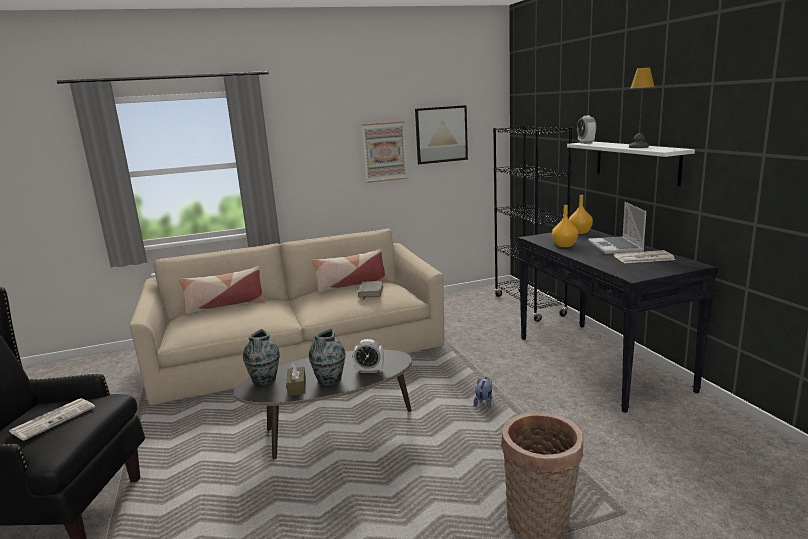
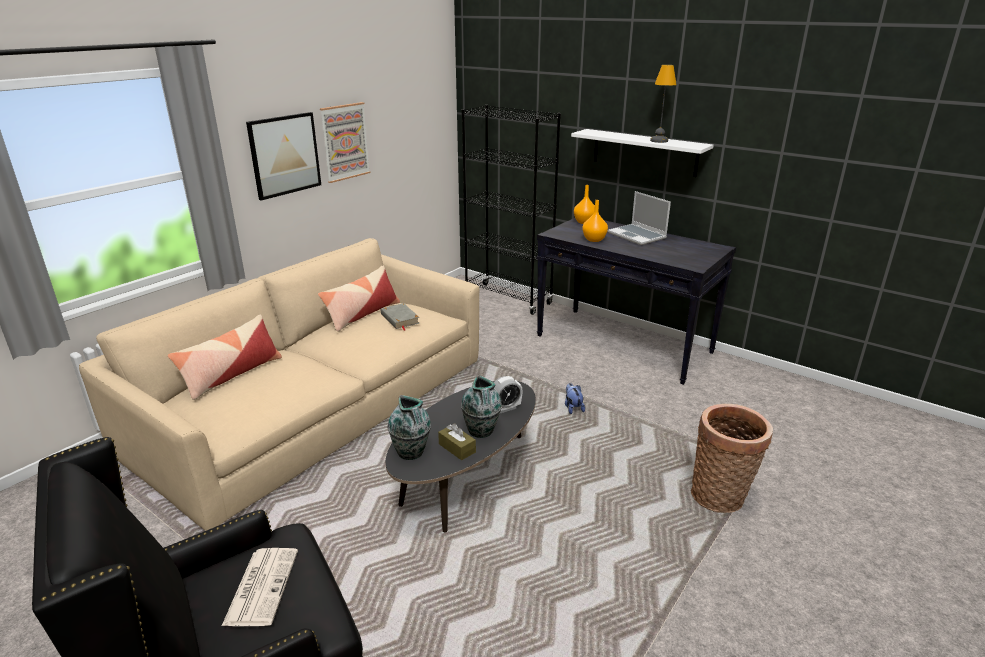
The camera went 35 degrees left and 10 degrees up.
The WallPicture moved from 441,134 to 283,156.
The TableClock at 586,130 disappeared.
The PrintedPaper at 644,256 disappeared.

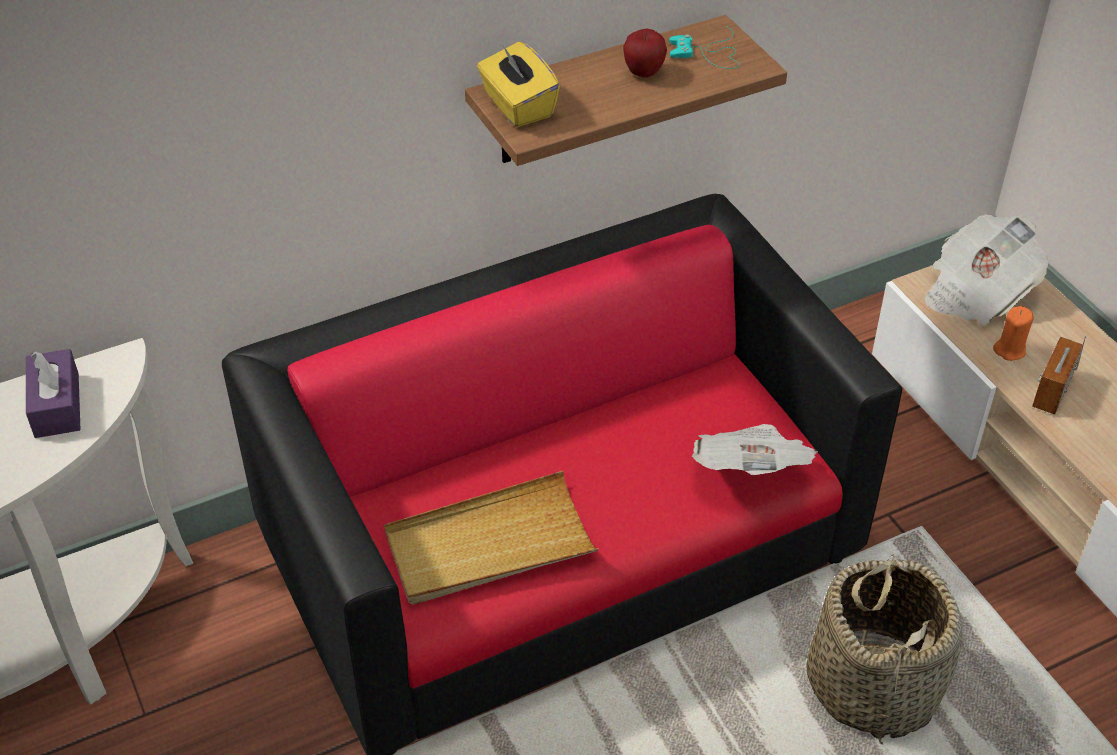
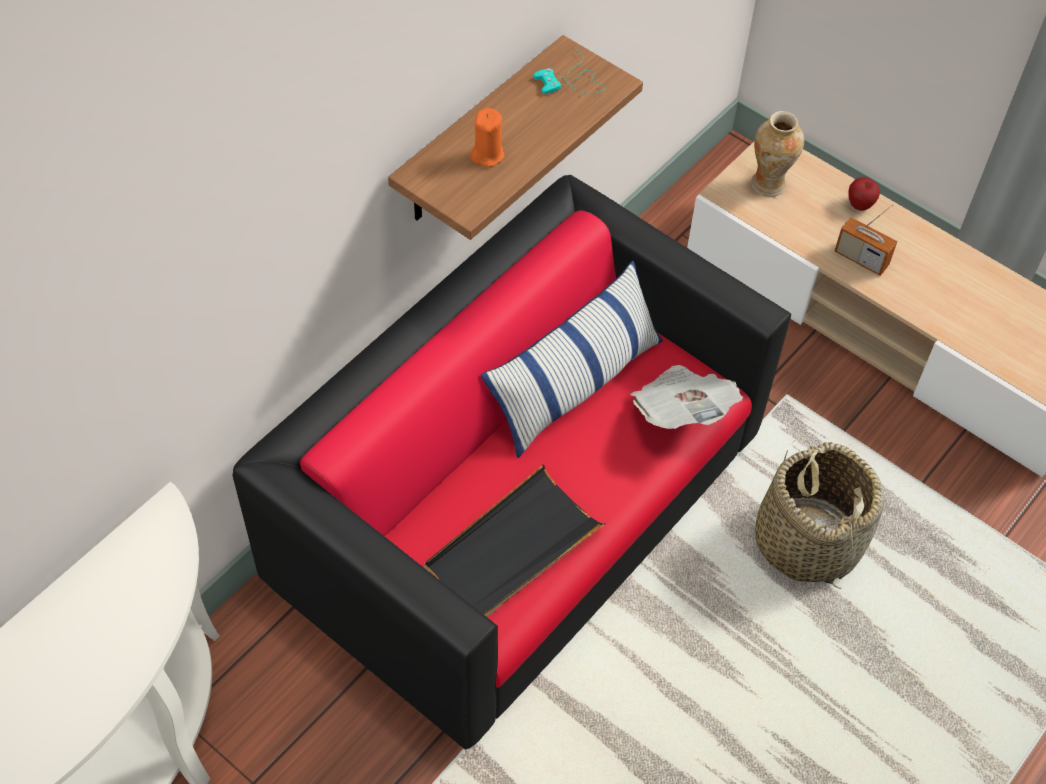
The camera went 25 degrees left and 10 degrees up.
The AppleFruit moved from 645,53 to 864,194.
The YellowishBoxOfTissues at 518,84 disappeared.
The PrintedPaper at 986,269 was replaced by the Vase at 777,154.
The OrangeWaxCandle moved from 1013,333 to 487,138.
The RadioSet at 1059,375 turned 60 degrees counterclockwise.
The PurpleBoxOfTissues at 53,393 disappeared.
The BeigeColouredCarryingTray at 491,537 became the BlackColouredCarryingTray at 515,540.
The Pillow at 572,359 appeared.

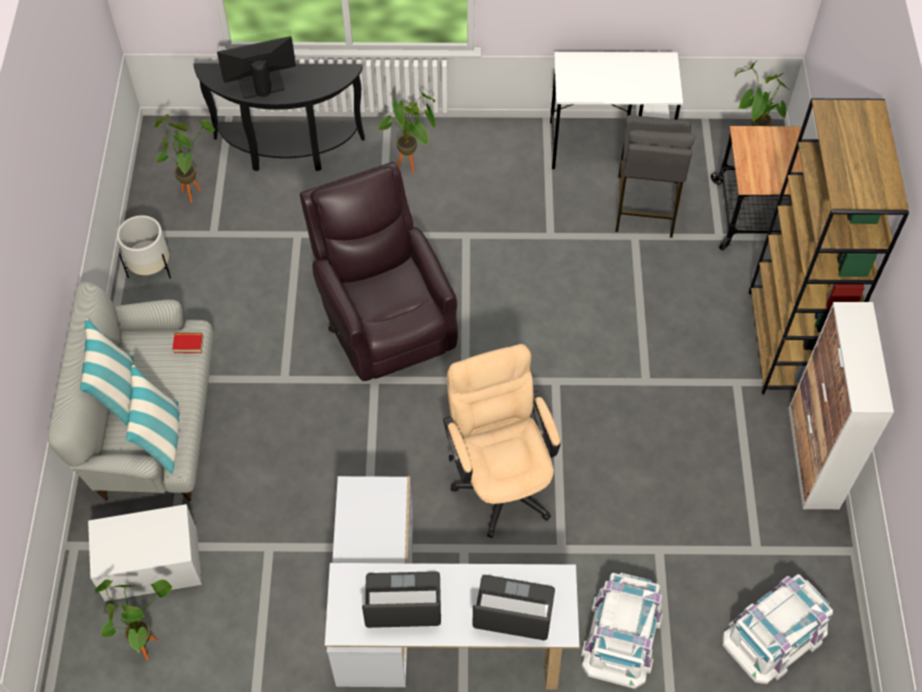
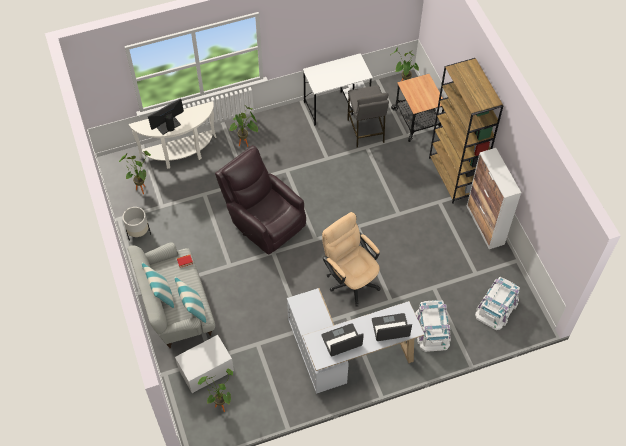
The camera went 20 degrees left and 0 degrees up.
The BlackColouredNarrowTable at 279,117 became the WhitishNarrowTable at 173,135.

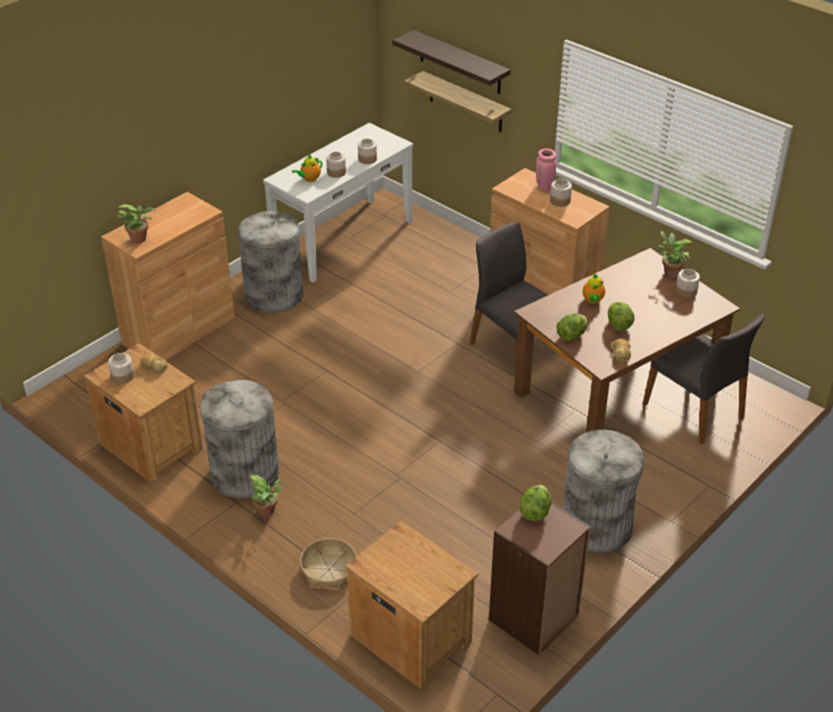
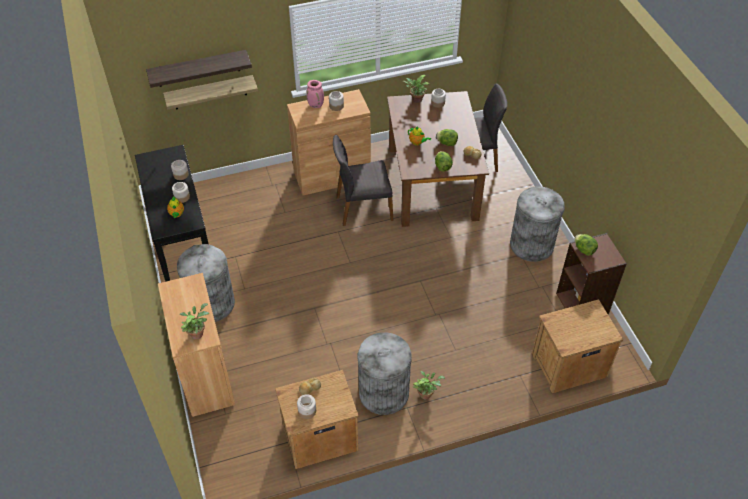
The camera went 60 degrees left and 10 degrees up.
The WhitishNarrowTable at 338,202 became the BlackColouredNarrowTable at 171,213.
The HouseholdBasket at 328,563 disappeared.

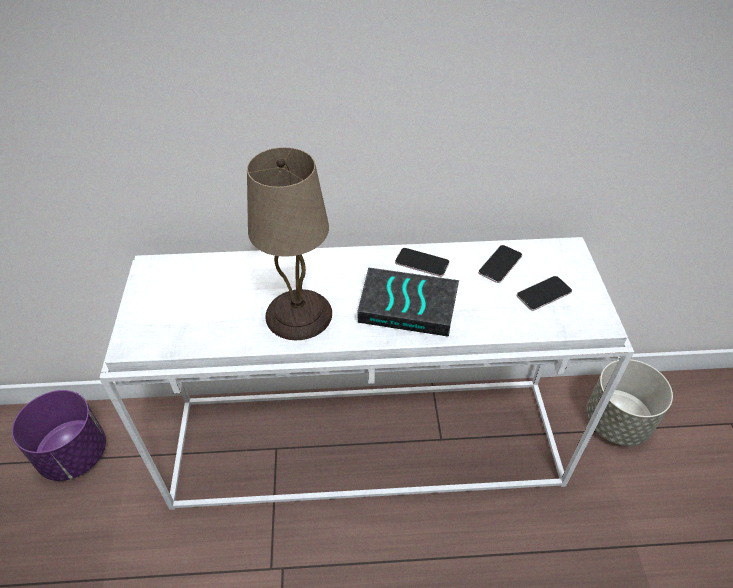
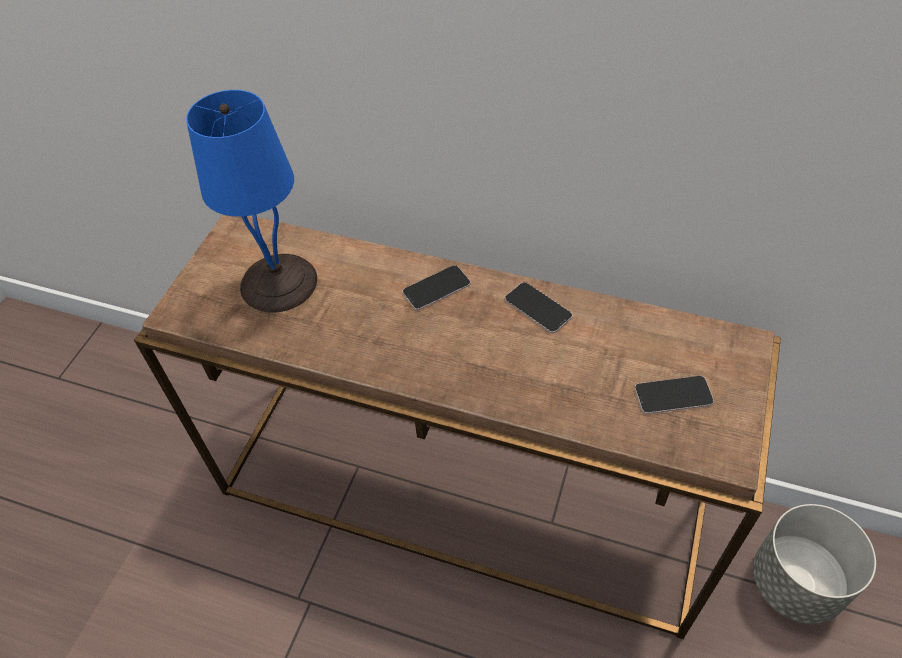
The camera went 25 degrees right and 5 degrees up.
The BeigeColouredTabletopLamp at 289,243 disappeared.
The WhitishNarrowTable at 366,373 became the BrownColouredNarrowTable at 457,427.
The Phone moved from 500,264 to 436,287.
The BoundBook at 408,302 disappeared.
The PurpleFlowerPot at 59,435 disappeared.
The BlueTabletopLamp at 251,201 appeared.

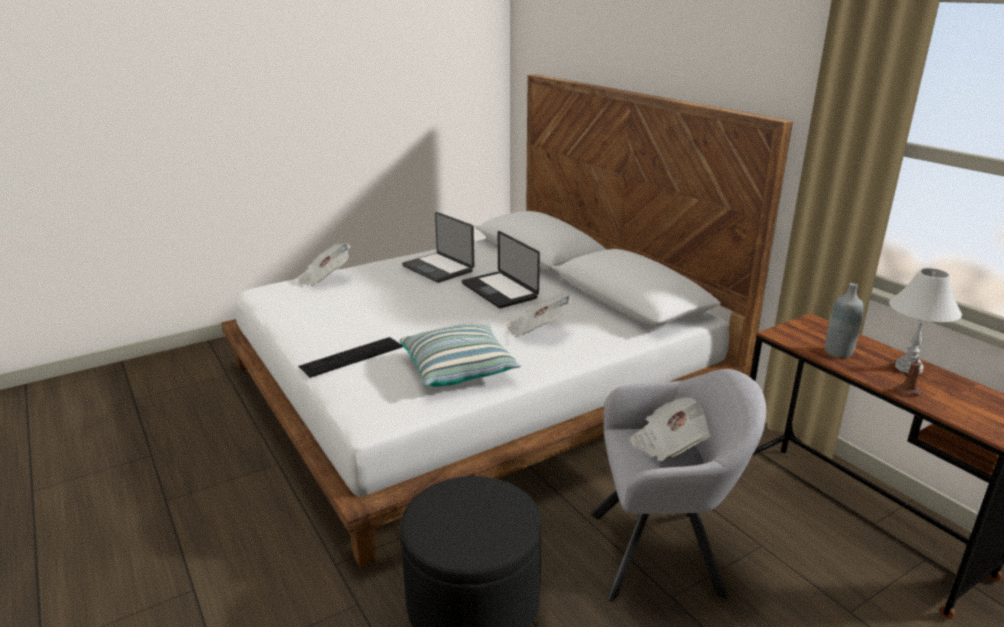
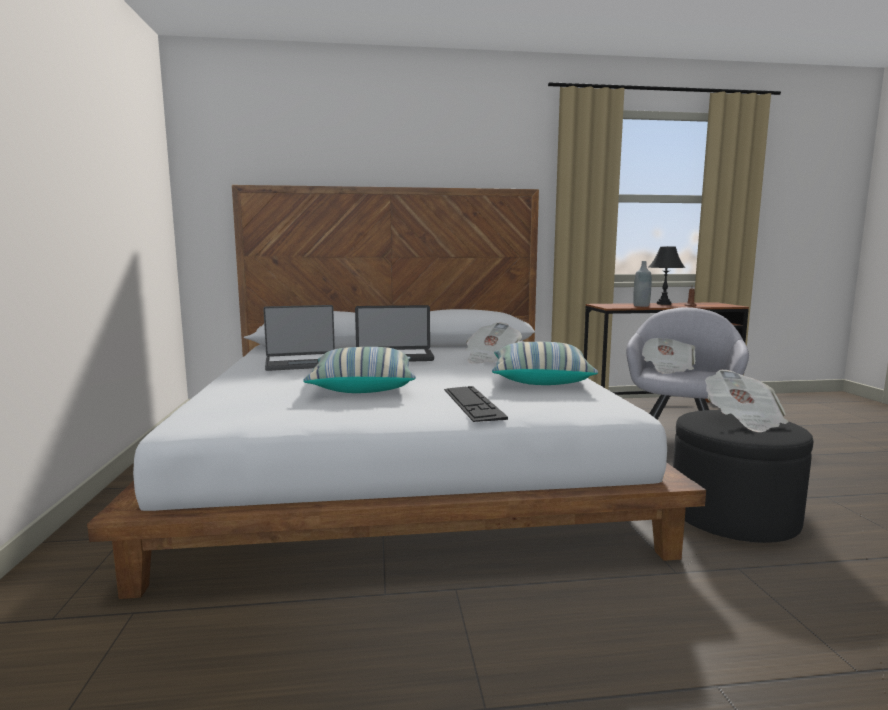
The camera went 65 degrees left and 15 degrees down.
The PrintedPaper moved from 323,264 to 746,401.
The WhitishTabletopLamp at 925,321 became the BlackColouredTabletopLamp at 667,275.
The Pillow at 359,370 appeared.

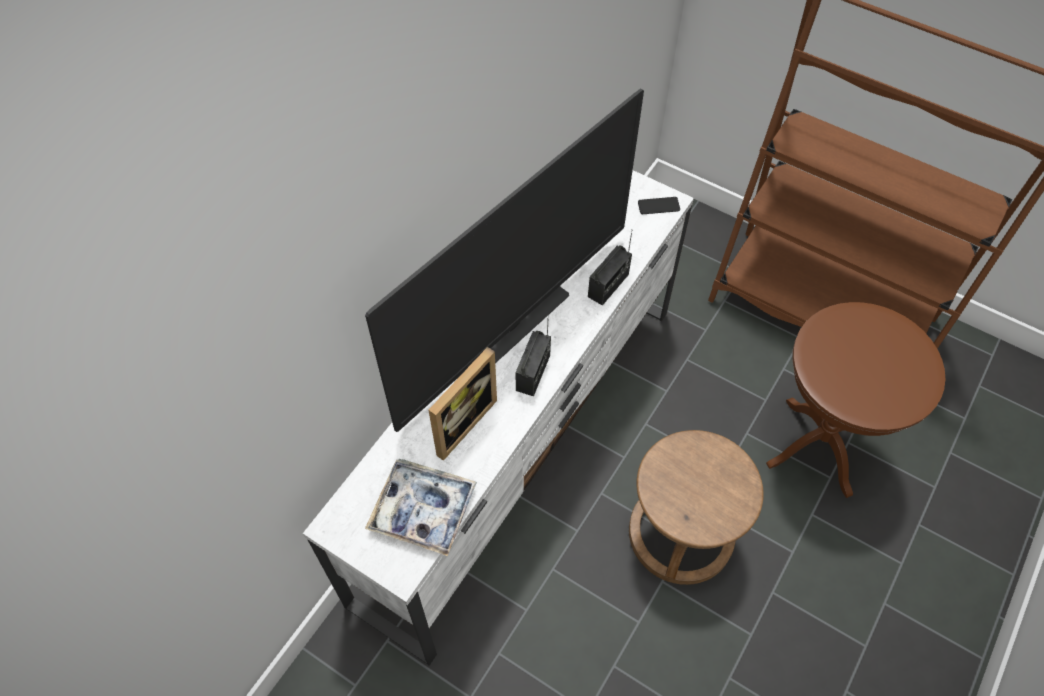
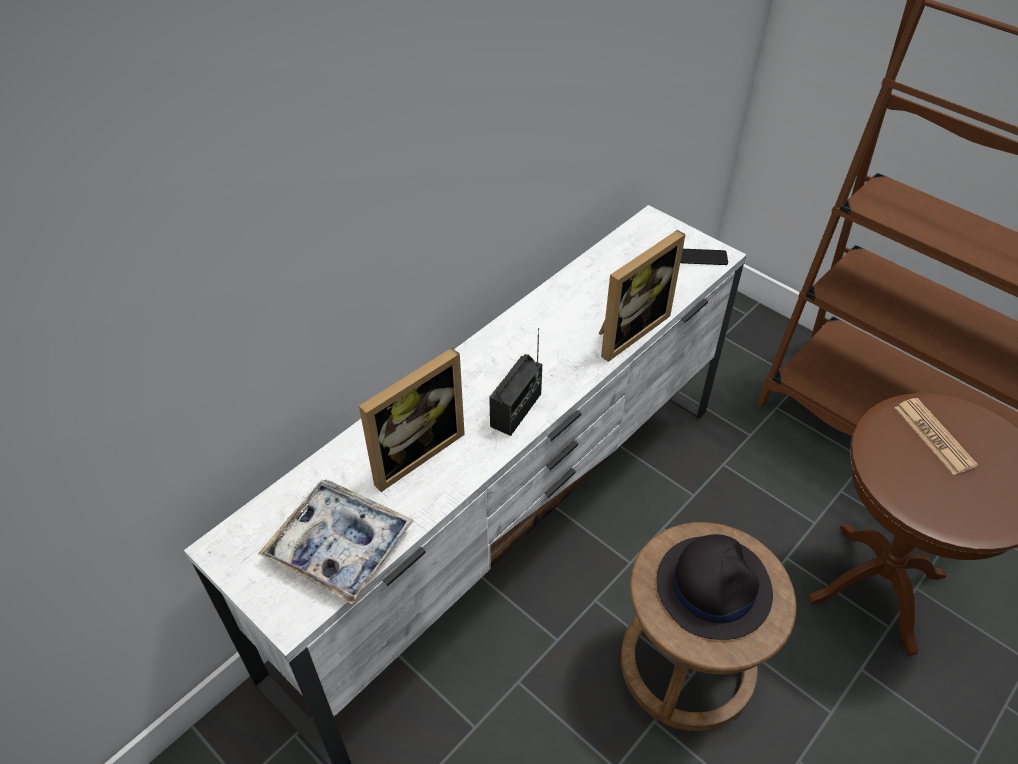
The camera went 10 degrees right and 10 degrees down.
The Television at 504,260 disappeared.
The RadioSet at 610,267 was replaced by the PhotoFrame at 642,296.
The PrintedPaper at 936,436 appeared.
The BlackColouredClothingHat at 714,587 appeared.

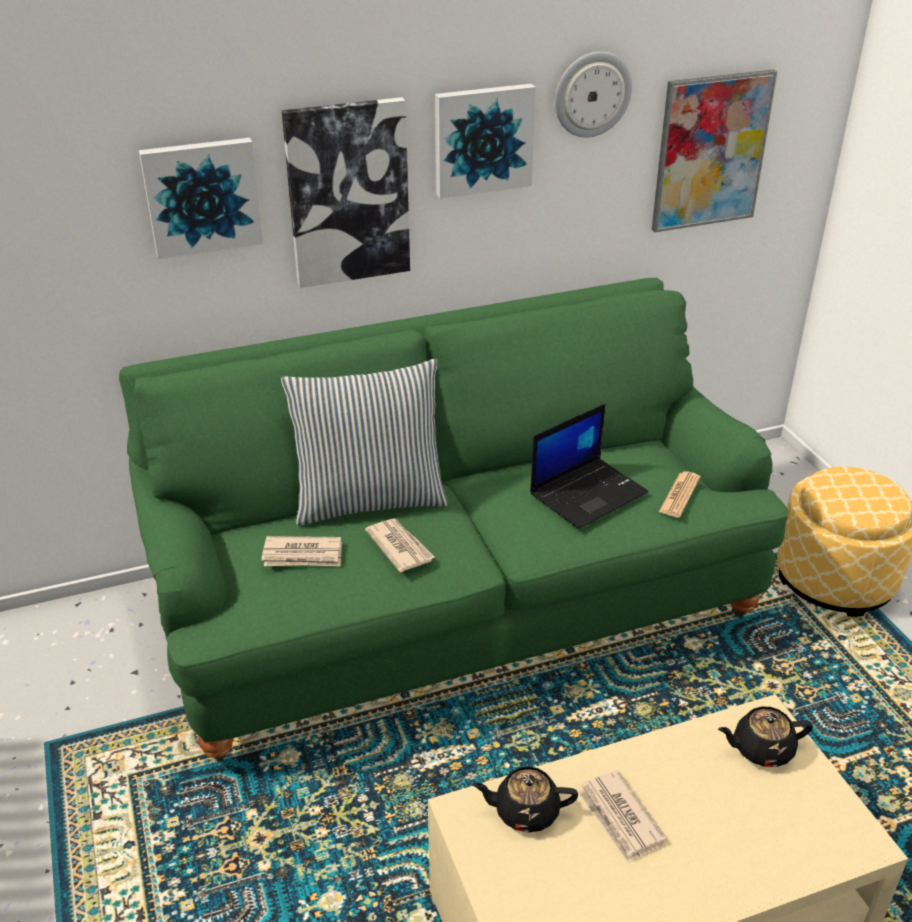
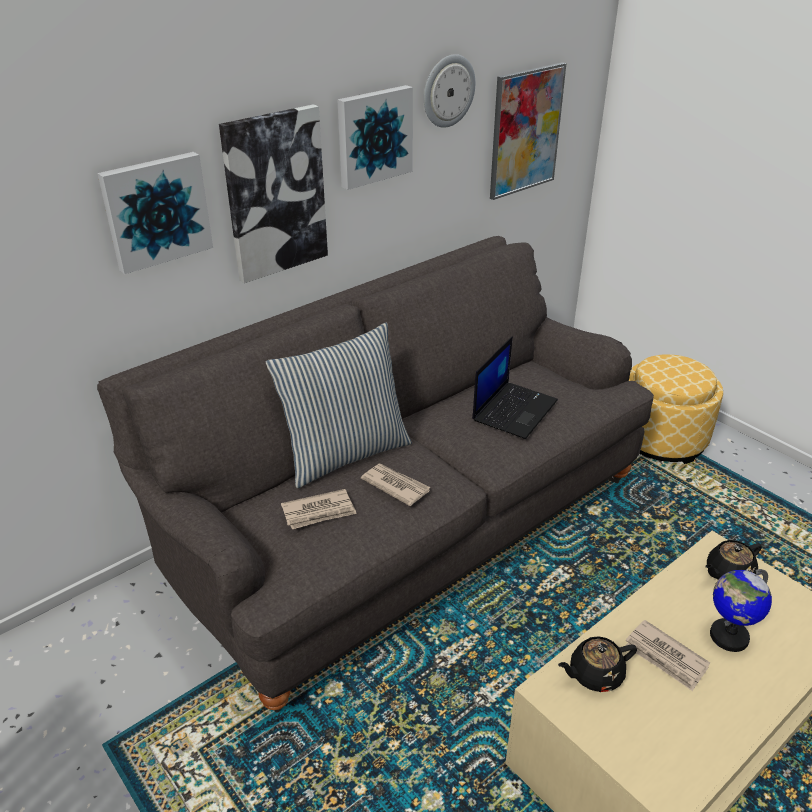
The camera went 20 degrees left and 0 degrees up.
The GreenishCouch at 453,520 became the GreyishCouch at 375,474.
The PrintedPaper at 679,494 disappeared.
The DeskGlobe at 741,610 appeared.

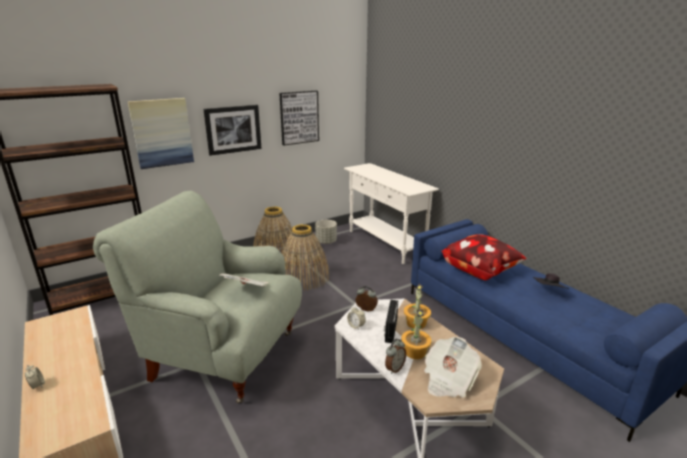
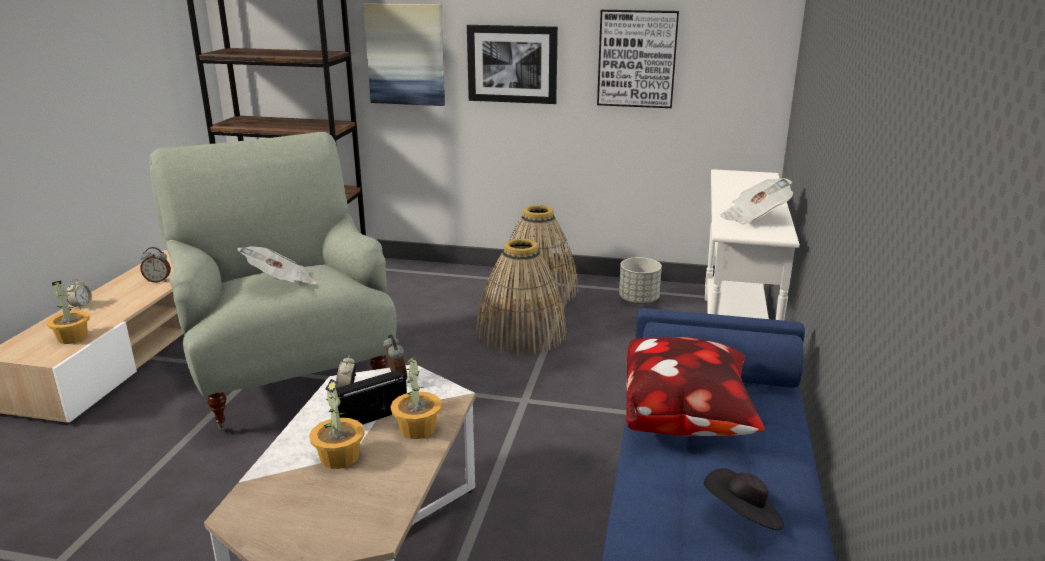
The camera went 45 degrees right and 0 degrees up.
The PrintedPaper moved from 453,367 to 756,201.
The TableClock moved from 395,356 to 155,265.
The Houseplant at 68,312 appeared.

